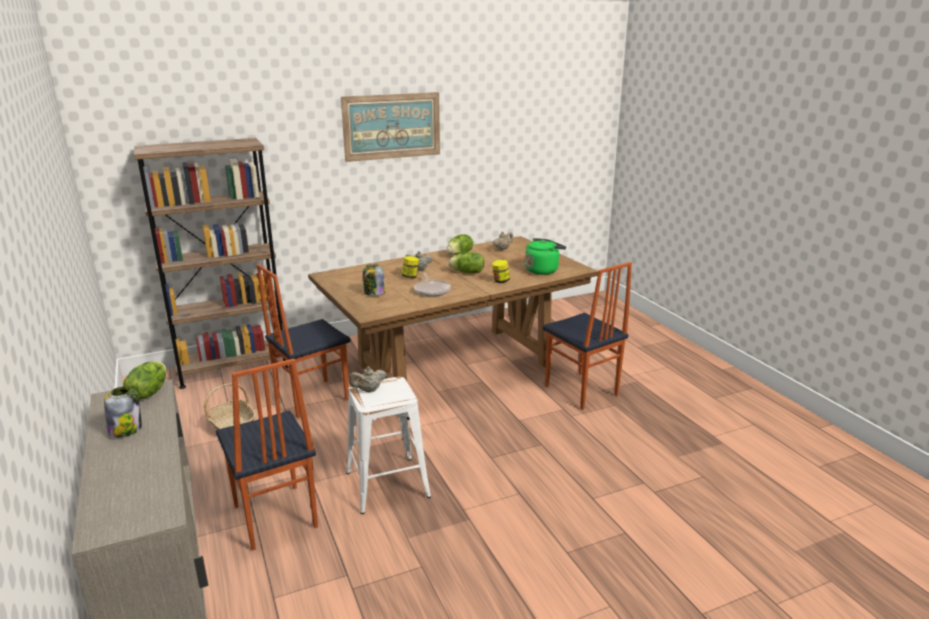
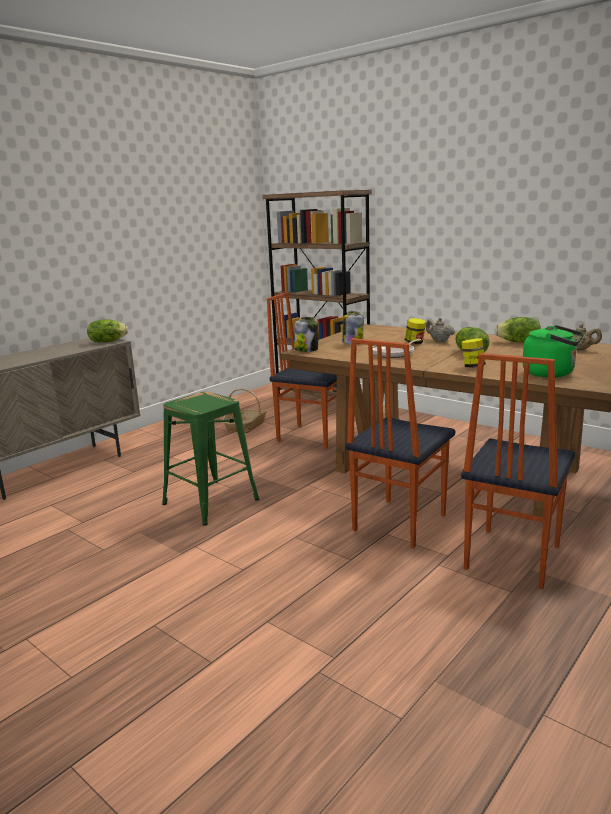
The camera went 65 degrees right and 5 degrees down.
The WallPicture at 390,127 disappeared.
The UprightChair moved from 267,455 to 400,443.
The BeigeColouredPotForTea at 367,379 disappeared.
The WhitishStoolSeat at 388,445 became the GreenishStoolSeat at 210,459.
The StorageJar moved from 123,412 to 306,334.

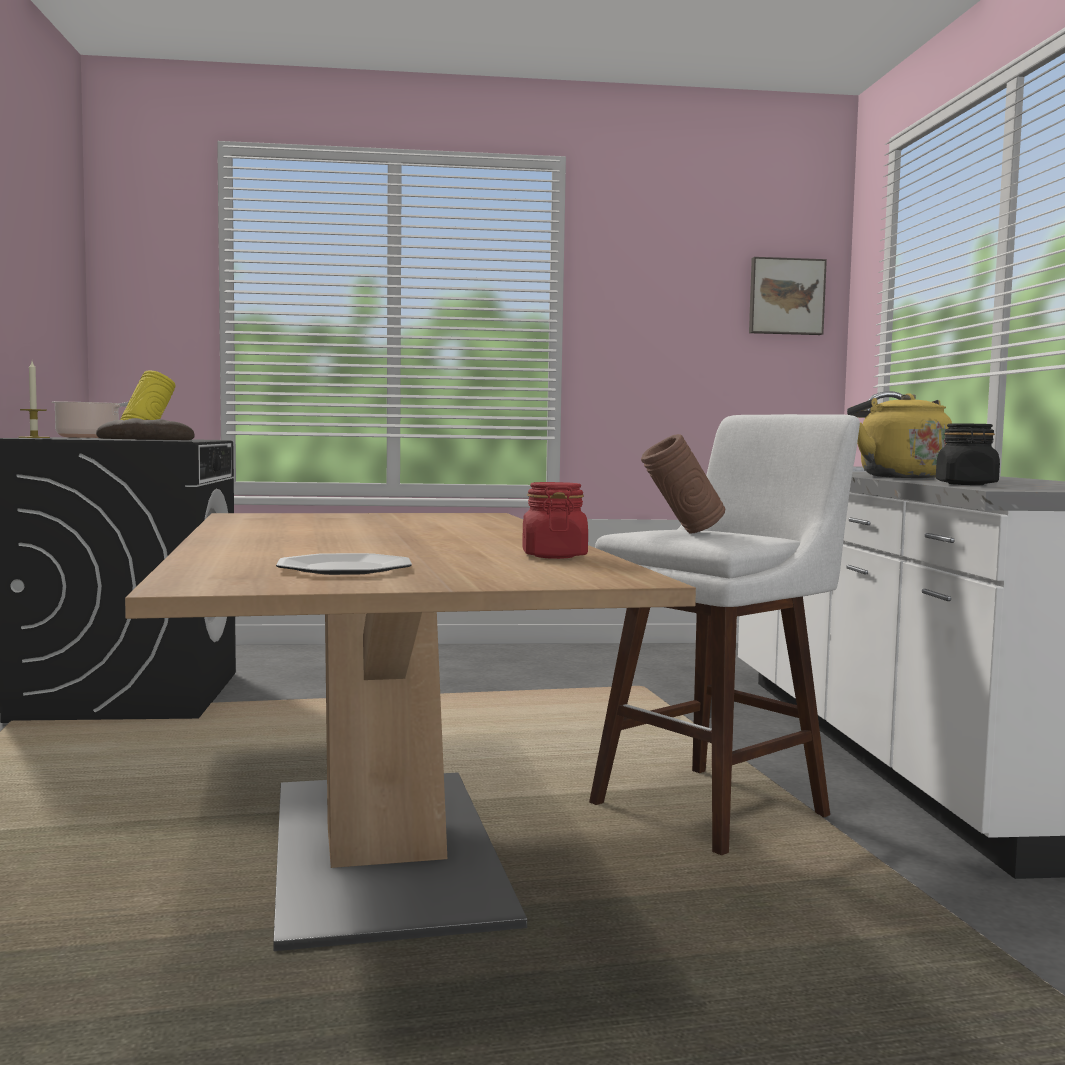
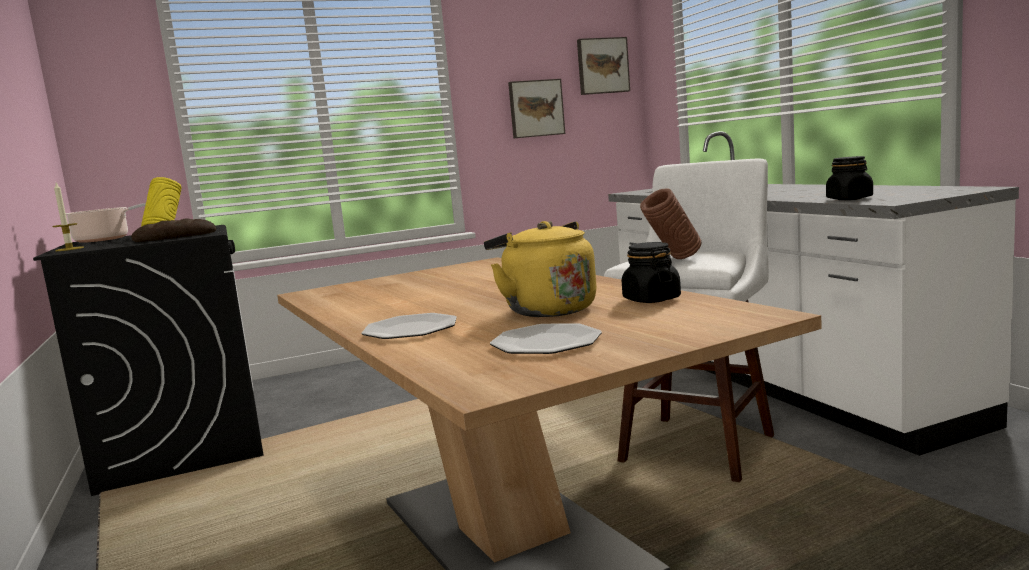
The camera went 15 degrees left and 5 degrees up.
The YellowishWaterKettle moved from 899,435 to 540,269.
The RedStorageJar at 555,520 became the BlackColouredStorageJar at 651,272.
The WallPicture at 536,108 appeared.
The Plate at 409,326 appeared.

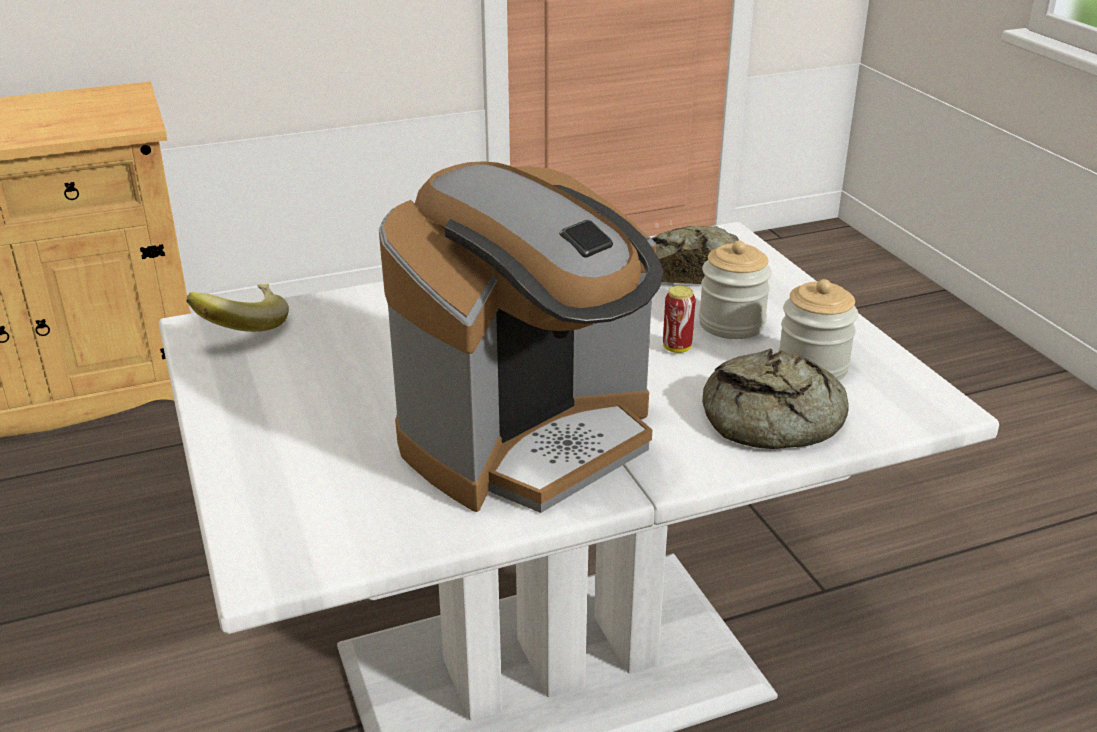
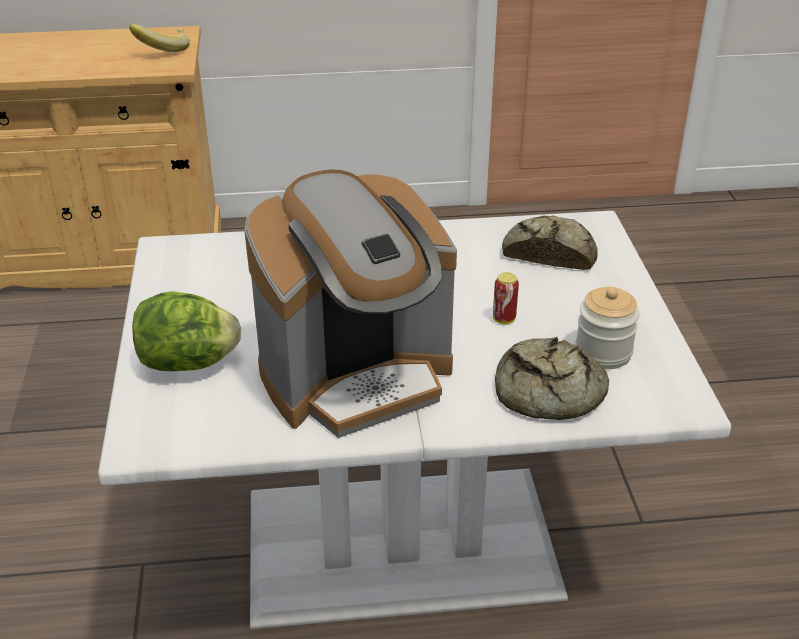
The camera went 15 degrees right and 5 degrees up.
The StorageJar at 735,289 disappeared.
The WholeBanana moved from 237,307 to 159,38.
The HeadOfLettuce at 186,331 appeared.

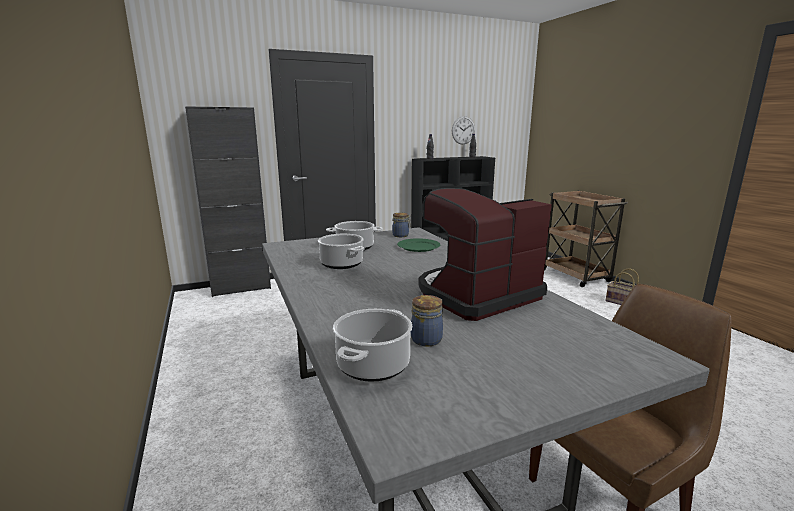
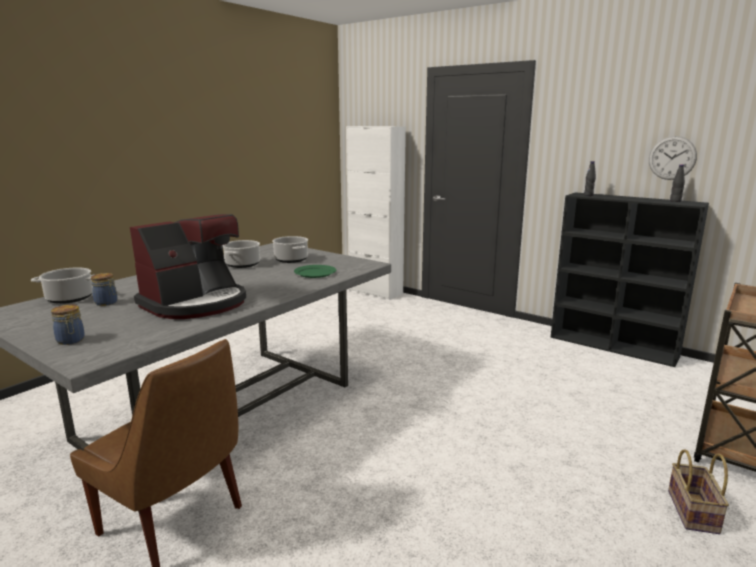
The camera went 60 degrees right and 0 degrees up.
The BlackColouredStorageCabinet at 228,201 became the WhitishStorageCabinet at 376,213.
The CoffeeMaker at 485,254 turned 105 degrees clockwise.
The StorageJar moved from 401,224 to 68,324.

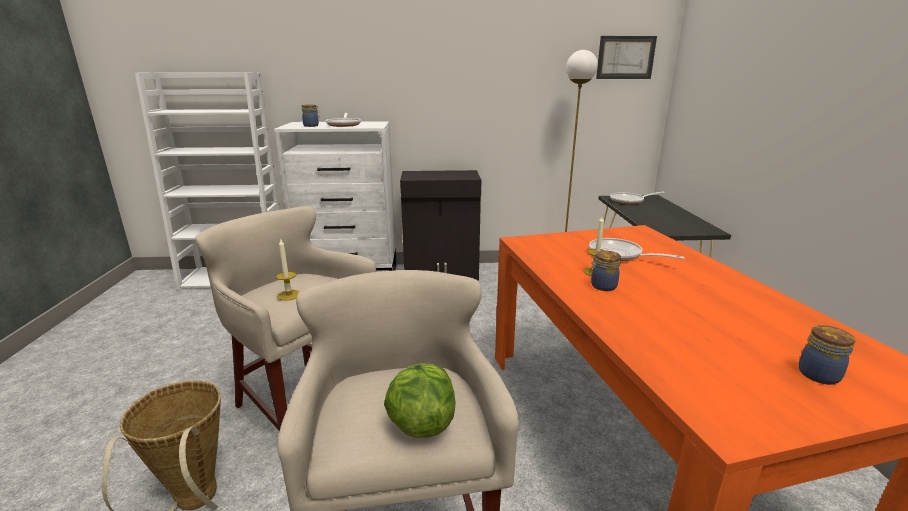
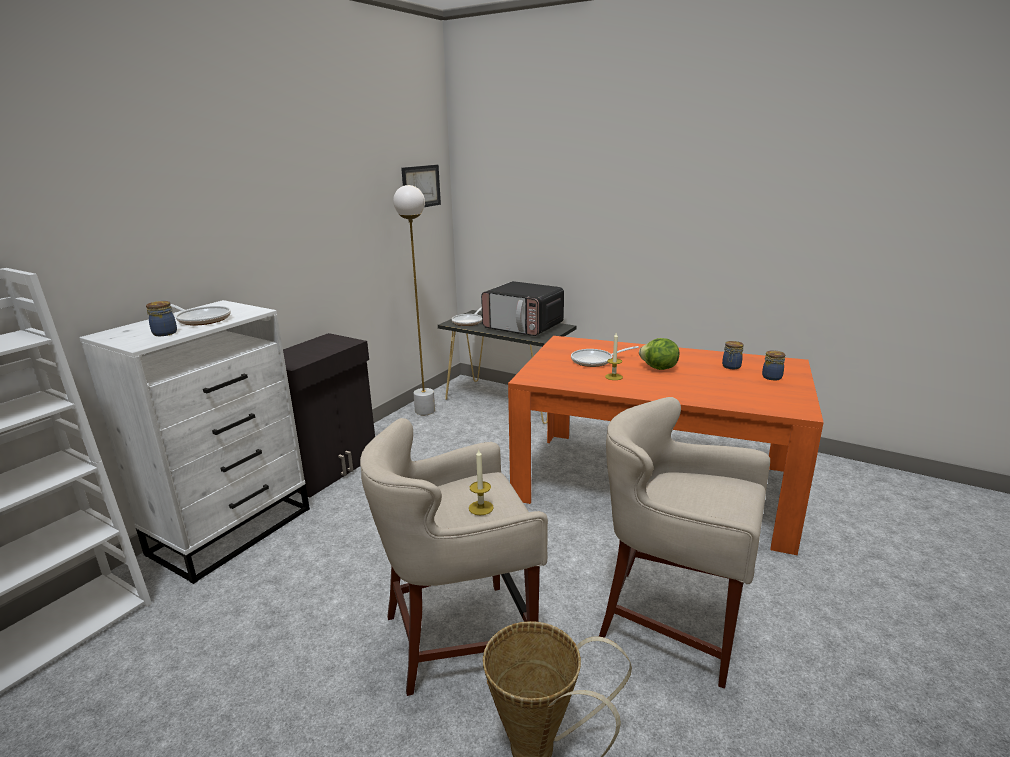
The camera went 55 degrees left and 0 degrees up.
The StorageJar moved from 605,270 to 733,355.
The HeadOfLettuce moved from 420,400 to 659,354.
The KitchenMicrowave at 522,308 appeared.

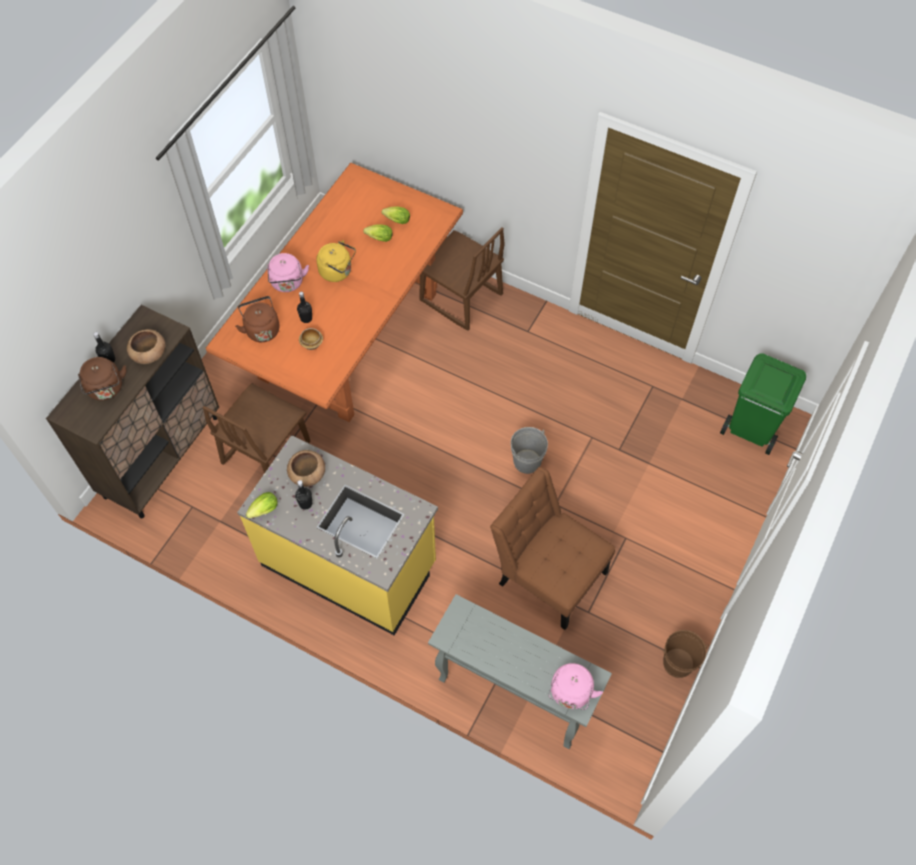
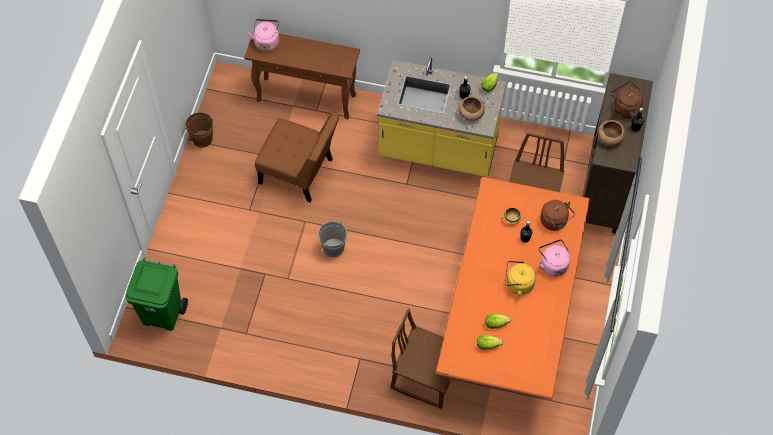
The camera went 165 degrees right and 0 degrees up.
The GreyishNarrowTable at 520,671 became the BrownColouredNarrowTable at 302,75.

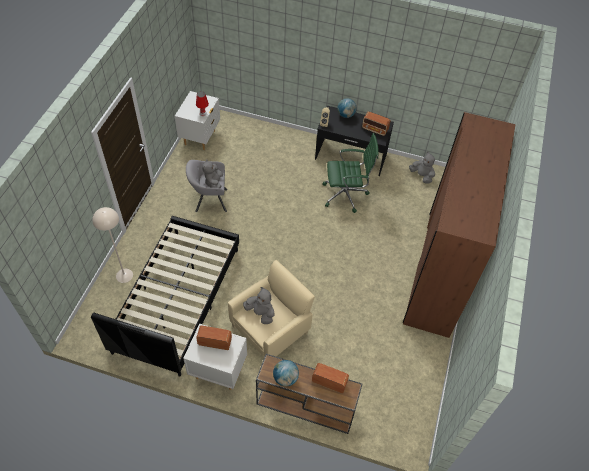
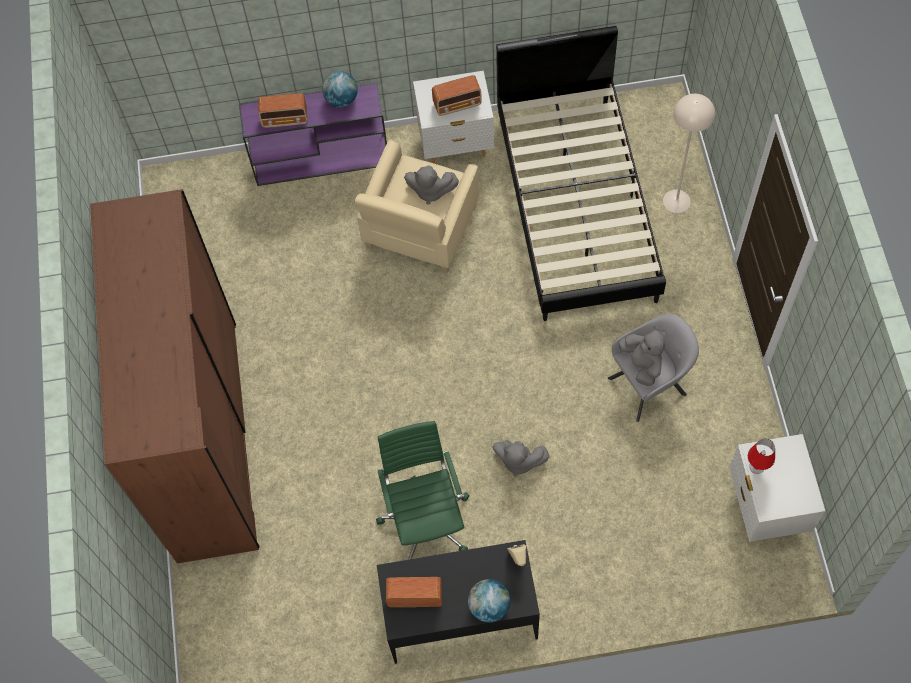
The camera went 160 degrees right and 10 degrees up.
The GreenishDeskChair at 350,173 turned 105 degrees clockwise.
The GreyishPlushToy moved from 422,168 to 521,458.
The BrownColouredNarrowTable at 309,394 became the PurpleNarrowTable at 313,134.

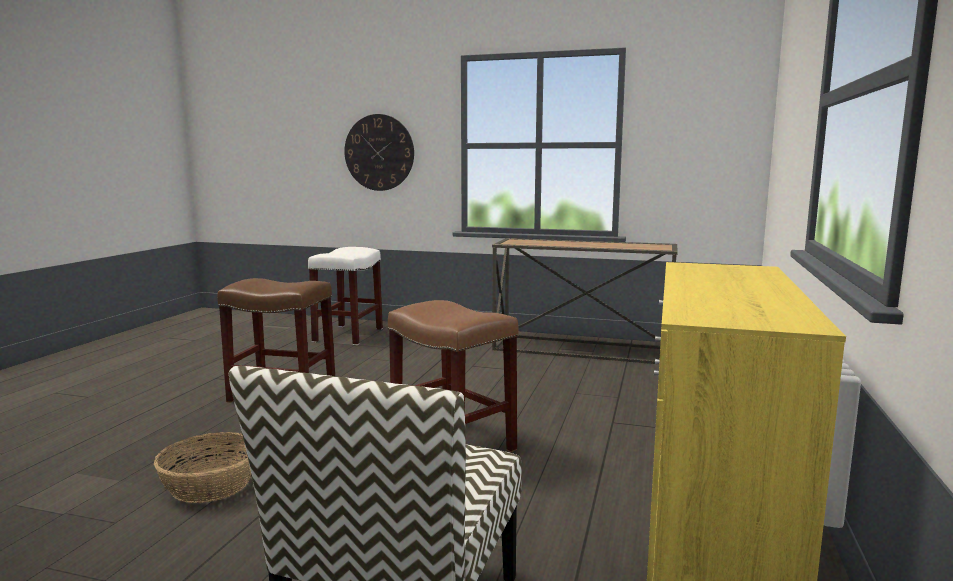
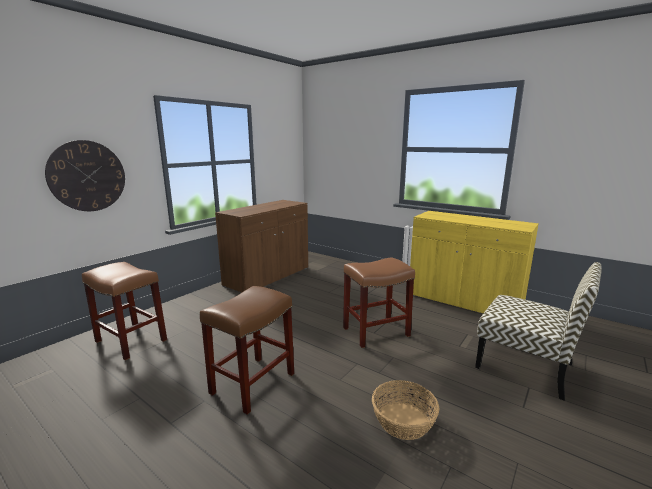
The camera went 70 degrees left and 5 degrees up.
The NarrowTable at 585,301 was replaced by the BrownColouredStorageCabinet at 261,246.
The WhitishStoolSeat at 345,296 became the BrownColouredStoolSeat at 124,311.

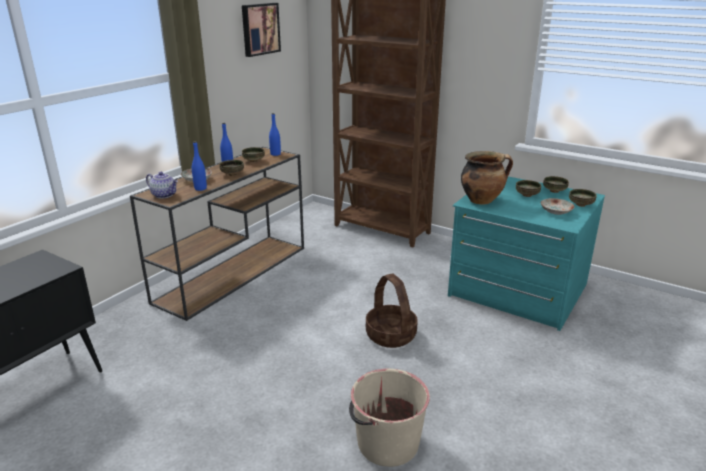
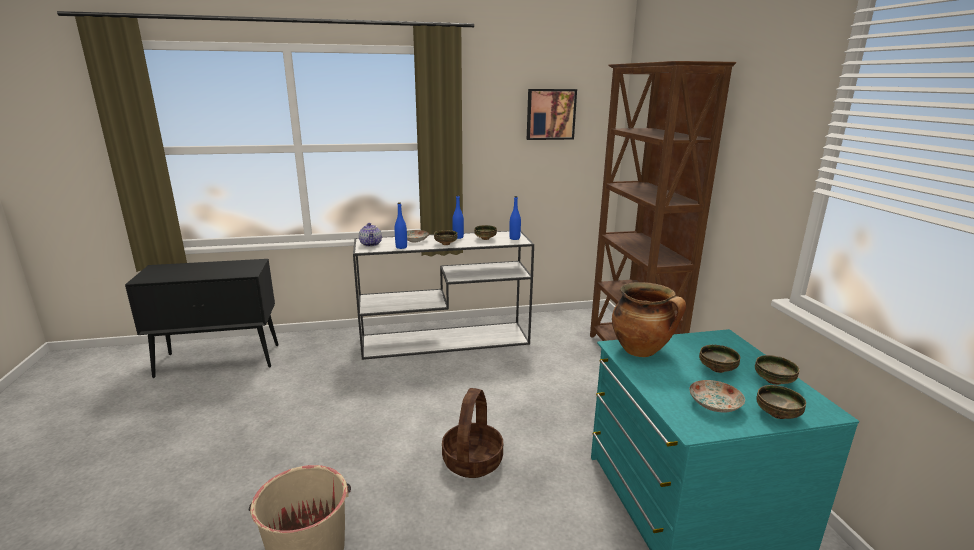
The camera went 45 degrees right and 5 degrees down.
The BrownColouredNarrowTable at 217,234 became the WhitishNarrowTable at 443,295.

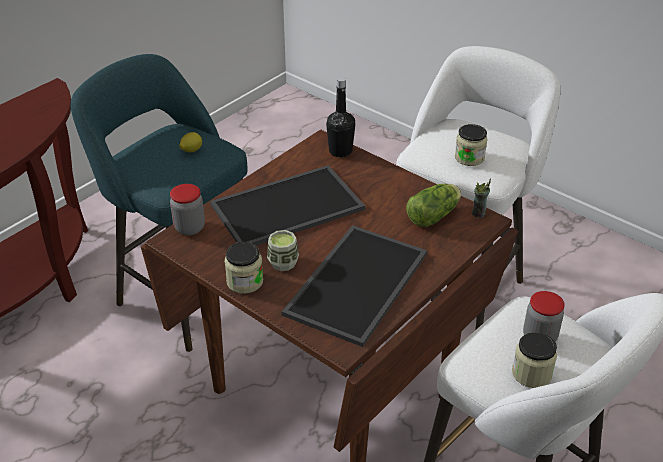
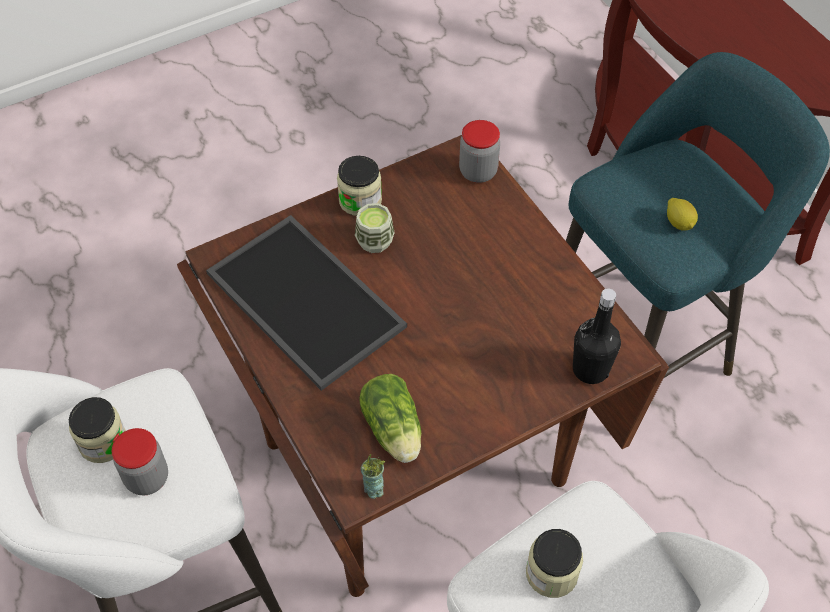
The camera went 110 degrees right and 15 degrees up.
The CarryingTray at 287,205 disappeared.

